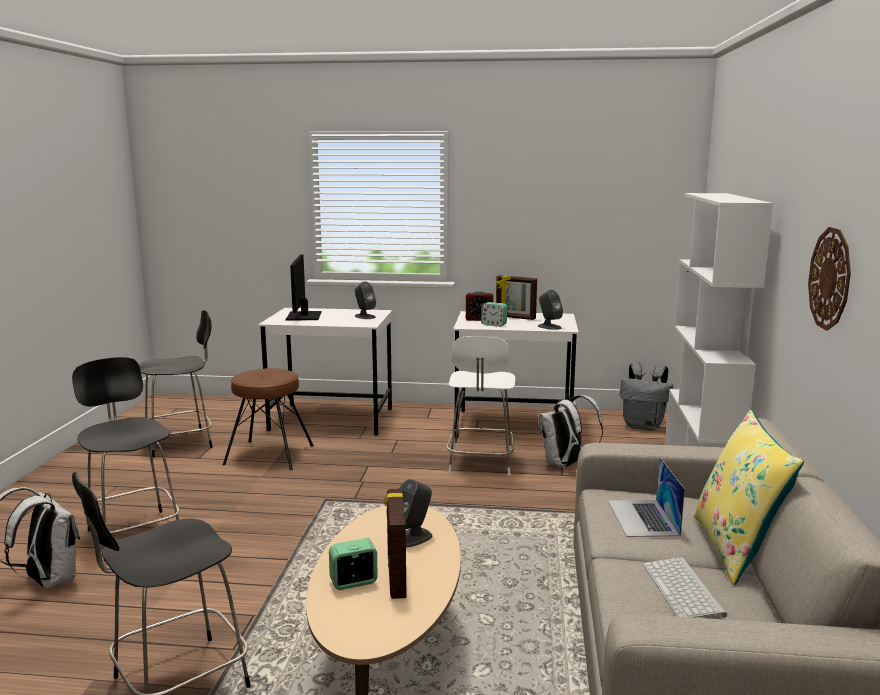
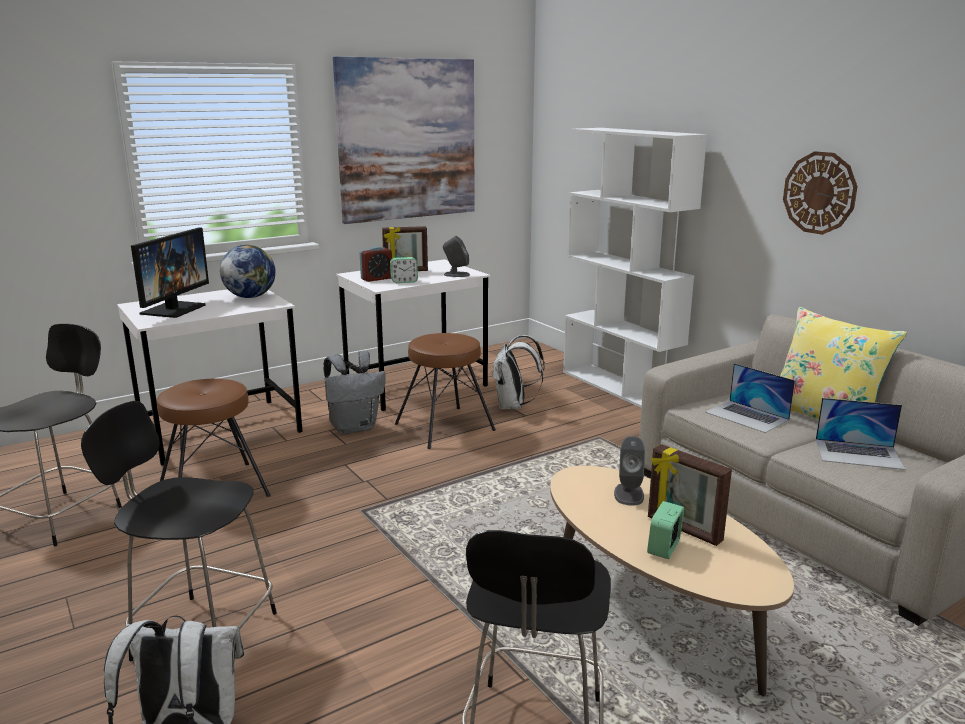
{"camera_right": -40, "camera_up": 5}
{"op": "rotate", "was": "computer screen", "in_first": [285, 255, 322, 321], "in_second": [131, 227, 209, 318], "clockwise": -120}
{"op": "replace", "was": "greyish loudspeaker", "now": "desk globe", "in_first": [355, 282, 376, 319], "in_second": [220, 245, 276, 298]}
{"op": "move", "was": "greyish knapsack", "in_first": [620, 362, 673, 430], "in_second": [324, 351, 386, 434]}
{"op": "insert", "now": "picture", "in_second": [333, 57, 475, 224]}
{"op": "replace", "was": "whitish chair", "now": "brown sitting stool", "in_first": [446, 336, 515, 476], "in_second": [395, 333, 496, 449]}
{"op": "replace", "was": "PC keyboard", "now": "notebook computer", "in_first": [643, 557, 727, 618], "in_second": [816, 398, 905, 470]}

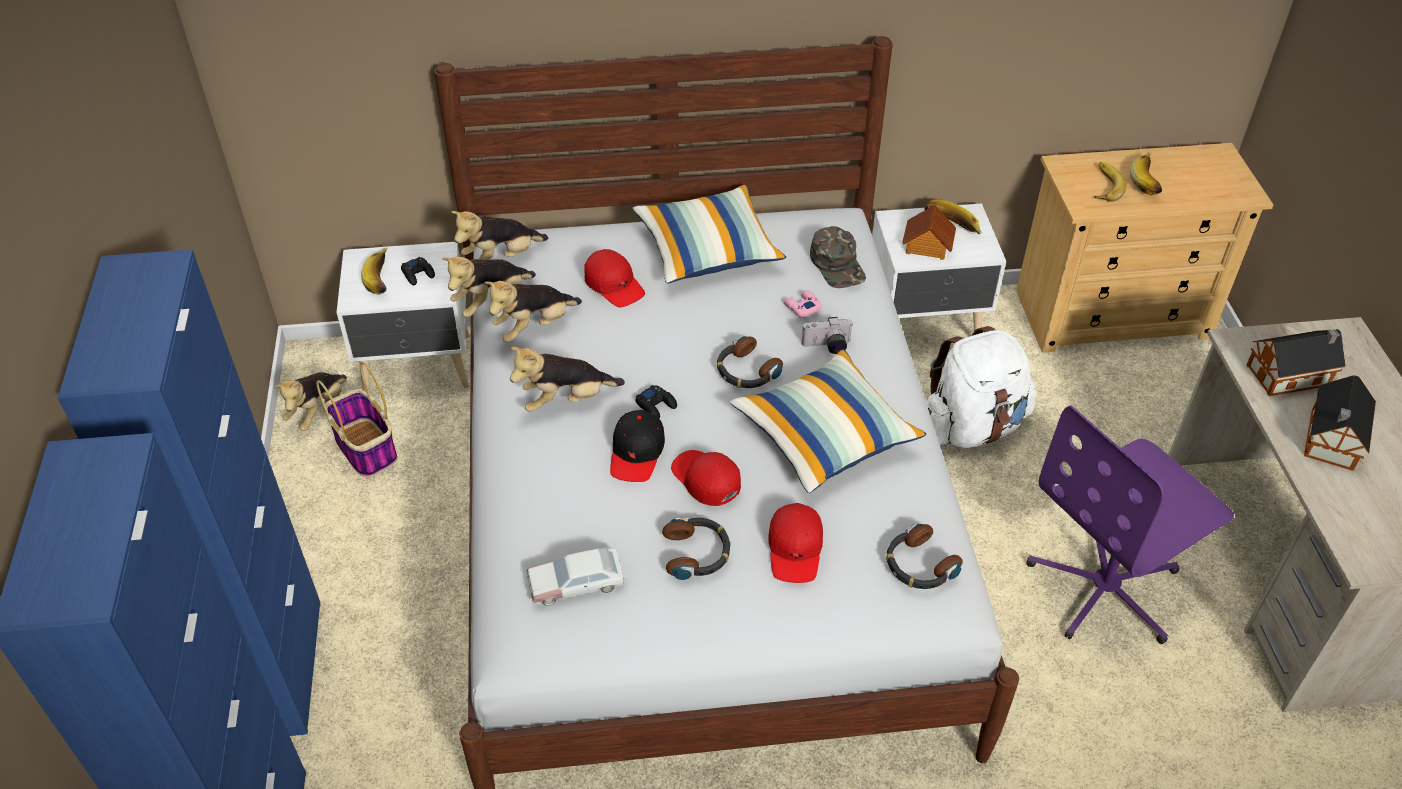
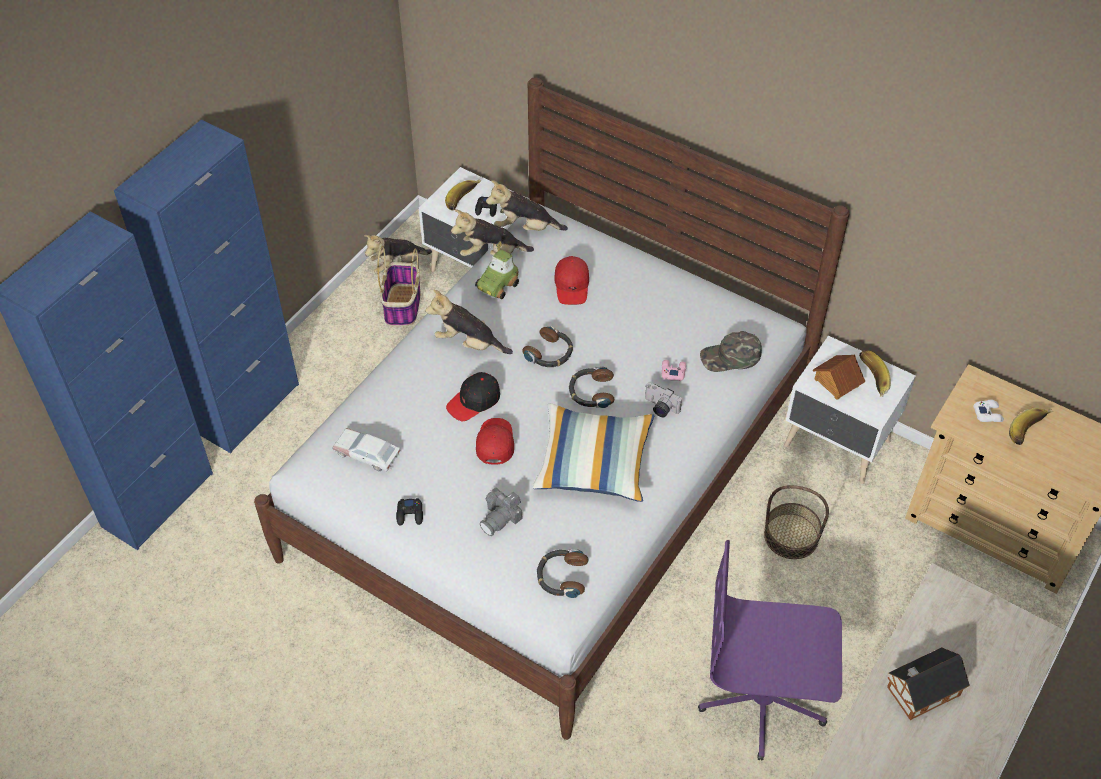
{"camera_right": 40, "camera_up": 5}
{"op": "move", "was": "black-coloured game controller", "in_first": [635, 385, 677, 419], "in_second": [396, 498, 423, 526]}
{"op": "replace", "was": "cuddly toy", "now": "toy car", "in_first": [484, 281, 582, 343], "in_second": [475, 241, 519, 299]}
{"op": "replace", "was": "red baseball cap", "now": "still camera", "in_first": [768, 503, 823, 583], "in_second": [480, 488, 523, 536]}
{"op": "move", "was": "headset", "in_first": [662, 517, 731, 580], "in_second": [522, 326, 573, 367]}
{"op": "rotate", "was": "green baseball cap", "in_first": [810, 226, 866, 288], "in_second": [700, 331, 762, 372], "clockwise": 60}
{"op": "replace", "was": "whitish knapsack", "now": "household basket", "in_first": [926, 326, 1037, 448], "in_second": [764, 485, 829, 559]}
{"op": "replace", "was": "whole banana", "now": "whitish game controller", "in_first": [1094, 162, 1127, 202], "in_second": [973, 400, 1004, 422]}
{"op": "delete", "was": "throw pillow", "in_first": [632, 185, 786, 283]}
{"op": "delete", "was": "toy house", "in_first": [1246, 329, 1346, 396]}

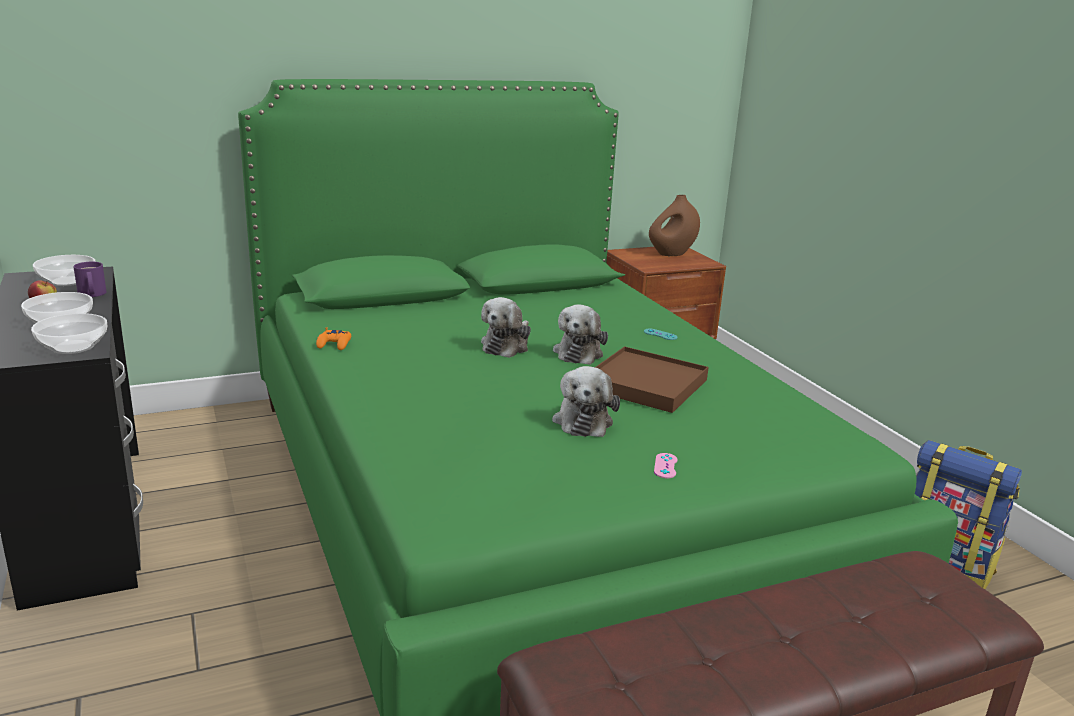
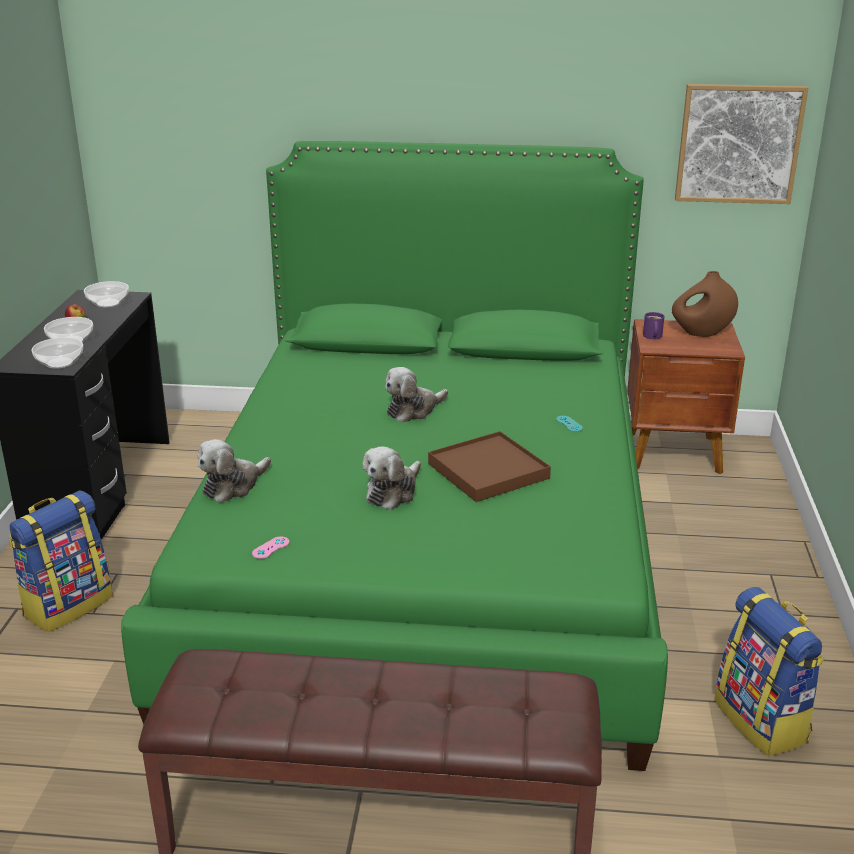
{"camera_right": 30, "camera_up": 5}
{"op": "insert", "now": "knapsack", "in_second": [9, 491, 113, 632]}
{"op": "move", "was": "cuddly toy", "in_first": [553, 304, 608, 365], "in_second": [198, 439, 271, 503]}
{"op": "move", "was": "pink game controller", "in_first": [654, 453, 678, 478], "in_second": [252, 536, 289, 559]}
{"op": "move", "was": "purplish tea mug", "in_first": [74, 262, 107, 297], "in_second": [643, 312, 664, 339]}
{"op": "insert", "now": "picture", "in_second": [675, 84, 808, 204]}
{"op": "delete", "was": "orange-coloured game controller", "in_first": [316, 327, 351, 350]}

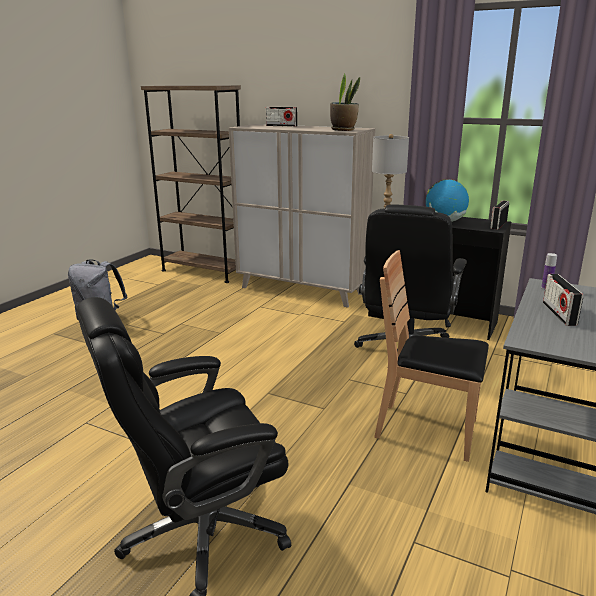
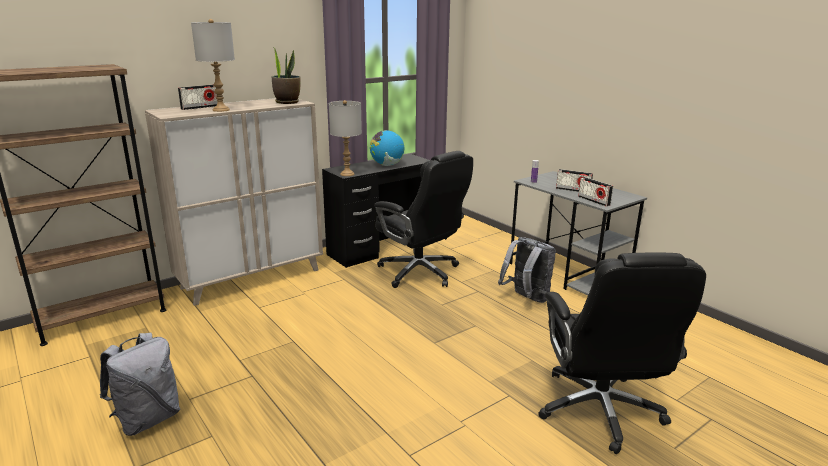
{"camera_right": -65, "camera_up": 0}
{"op": "insert", "now": "greyish table lamp", "in_second": [191, 19, 235, 112]}
{"op": "replace", "was": "brown chair", "now": "greyish knapsack", "in_first": [374, 250, 489, 462], "in_second": [498, 237, 556, 303]}
{"op": "move", "was": "radio set", "in_first": [490, 200, 509, 230], "in_second": [578, 177, 613, 206]}

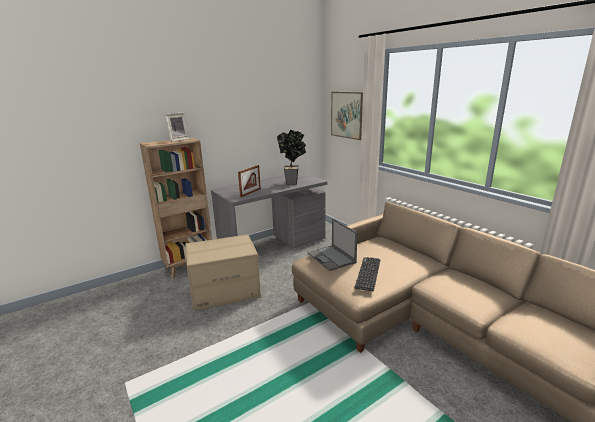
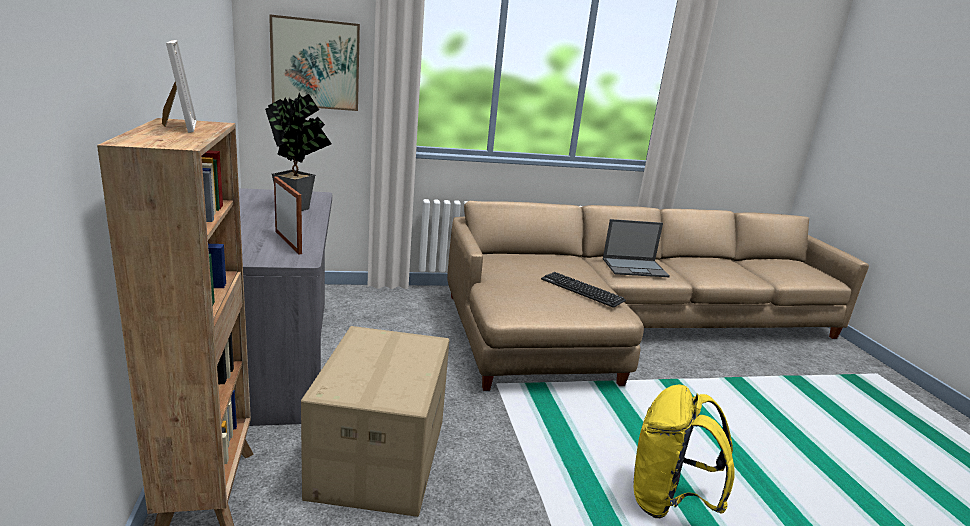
{"camera_right": -70, "camera_up": 0}
{"op": "move", "was": "notebook computer", "in_first": [307, 218, 358, 271], "in_second": [603, 219, 670, 277]}
{"op": "insert", "now": "yellowish knapsack", "in_second": [634, 384, 735, 518]}

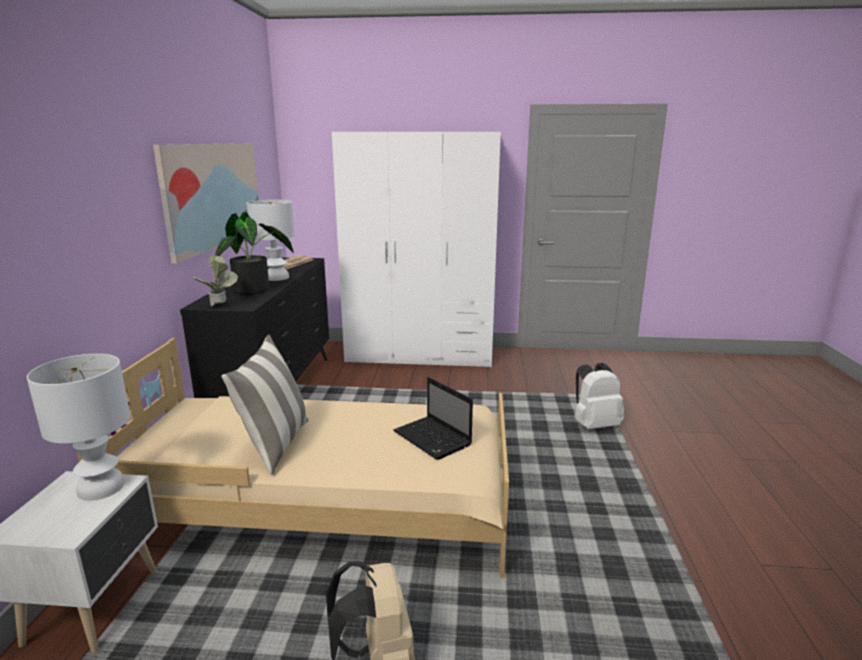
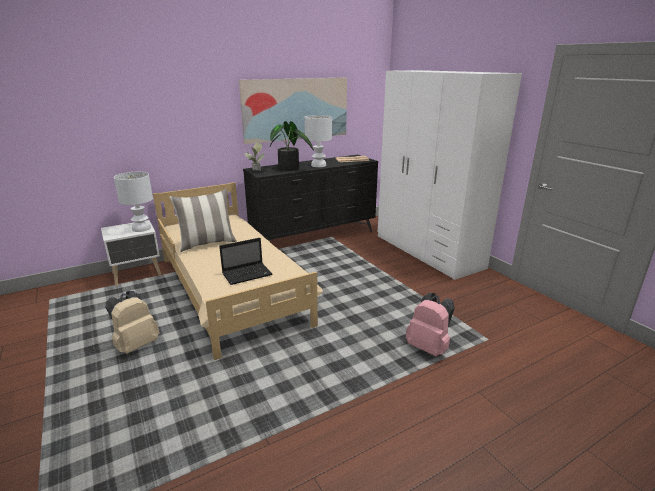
{"camera_right": 55, "camera_up": 5}
{"op": "rotate", "was": "notebook computer", "in_first": [393, 377, 473, 460], "in_second": [219, 238, 272, 285], "clockwise": -135}
{"op": "recolor", "was": "whitish knapsack", "now": "pink knapsack", "in_first": [575, 363, 624, 429], "in_second": [406, 293, 455, 356]}

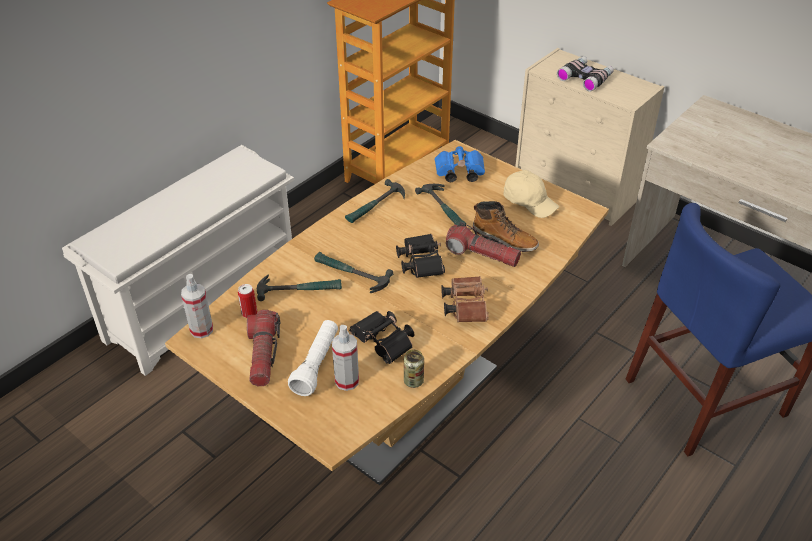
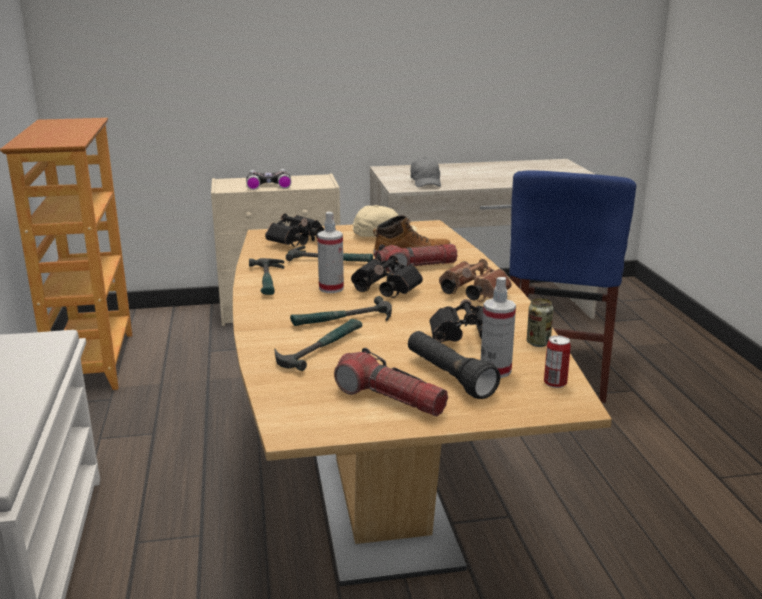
{"camera_right": -50, "camera_up": -20}
{"op": "recolor", "was": "bluish pair of binoculars", "now": "black-coloured pair of binoculars", "in_first": [435, 146, 485, 182], "in_second": [265, 213, 324, 247]}
{"op": "move", "was": "hand sprayer", "in_first": [181, 274, 213, 338], "in_second": [317, 212, 344, 293]}
{"op": "recolor", "was": "whitish torch", "now": "black-coloured torch", "in_first": [288, 320, 338, 396], "in_second": [408, 331, 500, 399]}
{"op": "insert", "now": "greyish baseball cap", "in_second": [410, 157, 441, 187]}
{"op": "move", "was": "metal can", "in_first": [238, 284, 257, 318], "in_second": [544, 335, 571, 388]}

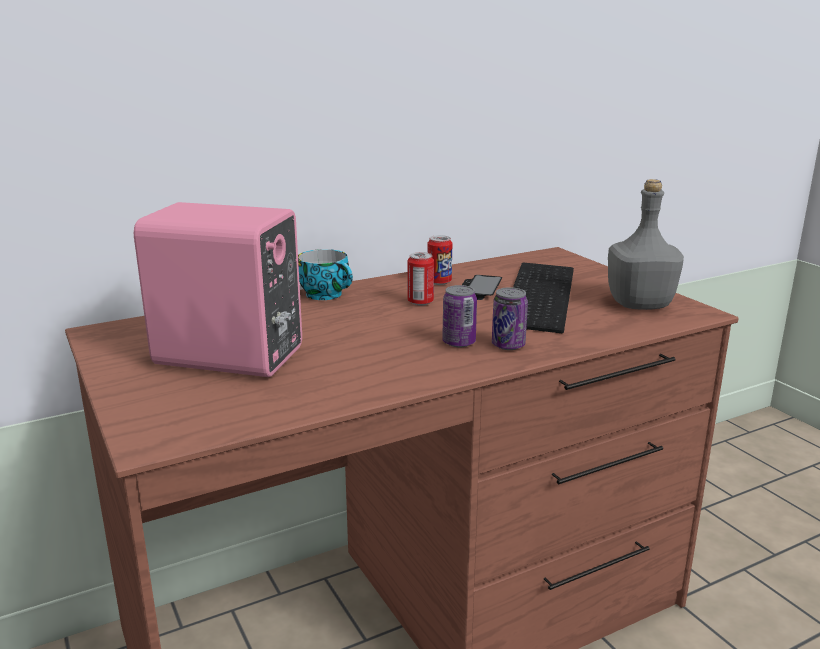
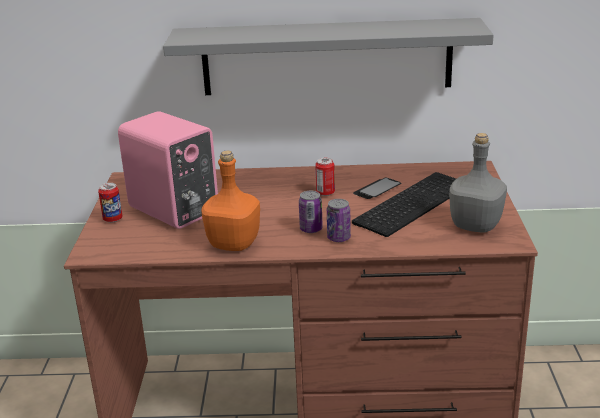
{"camera_right": 30, "camera_up": 5}
{"op": "move", "was": "metal can", "in_first": [427, 235, 452, 285], "in_second": [98, 183, 123, 223]}
{"op": "insert", "now": "greyish bracket shelf", "in_second": [163, 18, 493, 95]}
{"op": "insert", "now": "orange-coloured drink bottle", "in_second": [202, 151, 260, 251]}
{"op": "delete", "was": "drinking cup", "in_first": [298, 249, 353, 300]}

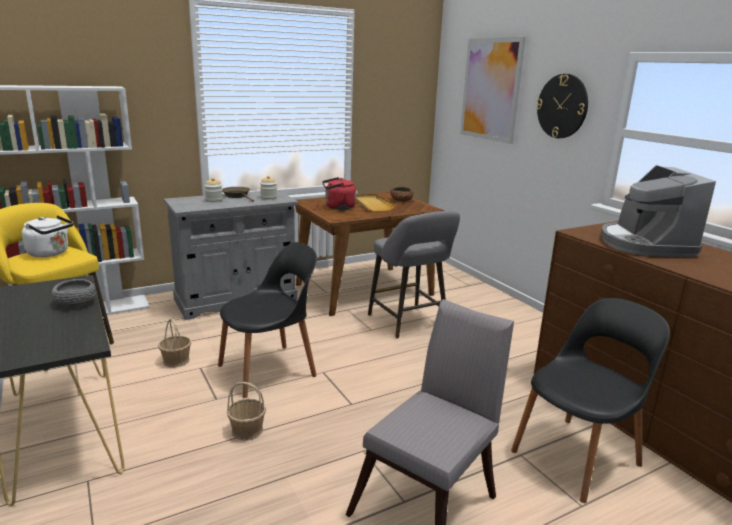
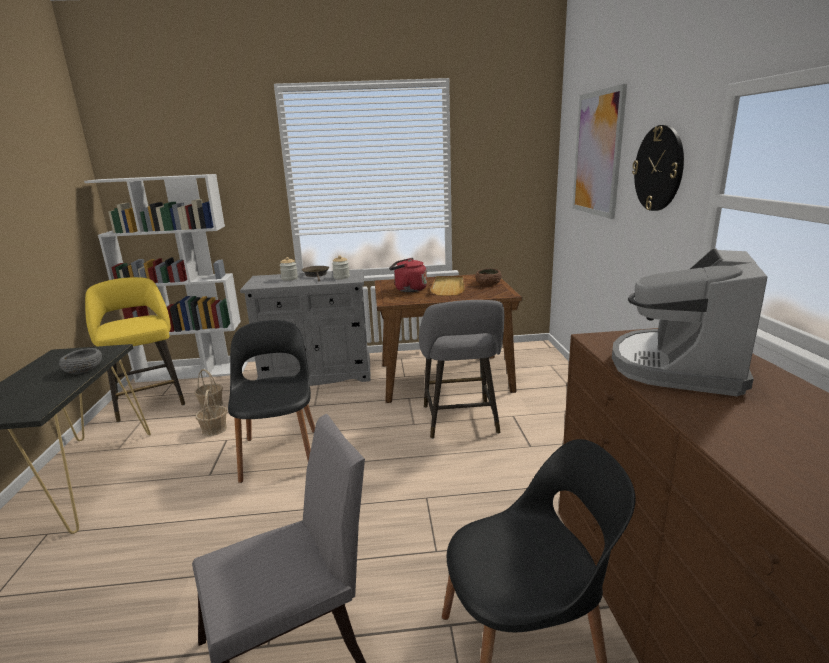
{"camera_right": 25, "camera_up": 0}
{"op": "move", "was": "household basket", "in_first": [227, 382, 266, 441], "in_second": [194, 369, 223, 409]}
{"op": "rotate", "was": "black-coloured chair", "in_first": [218, 242, 317, 398], "in_second": [228, 320, 315, 483], "clockwise": -90}
{"op": "delete", "was": "whitish kettle", "in_first": [22, 215, 74, 257]}

